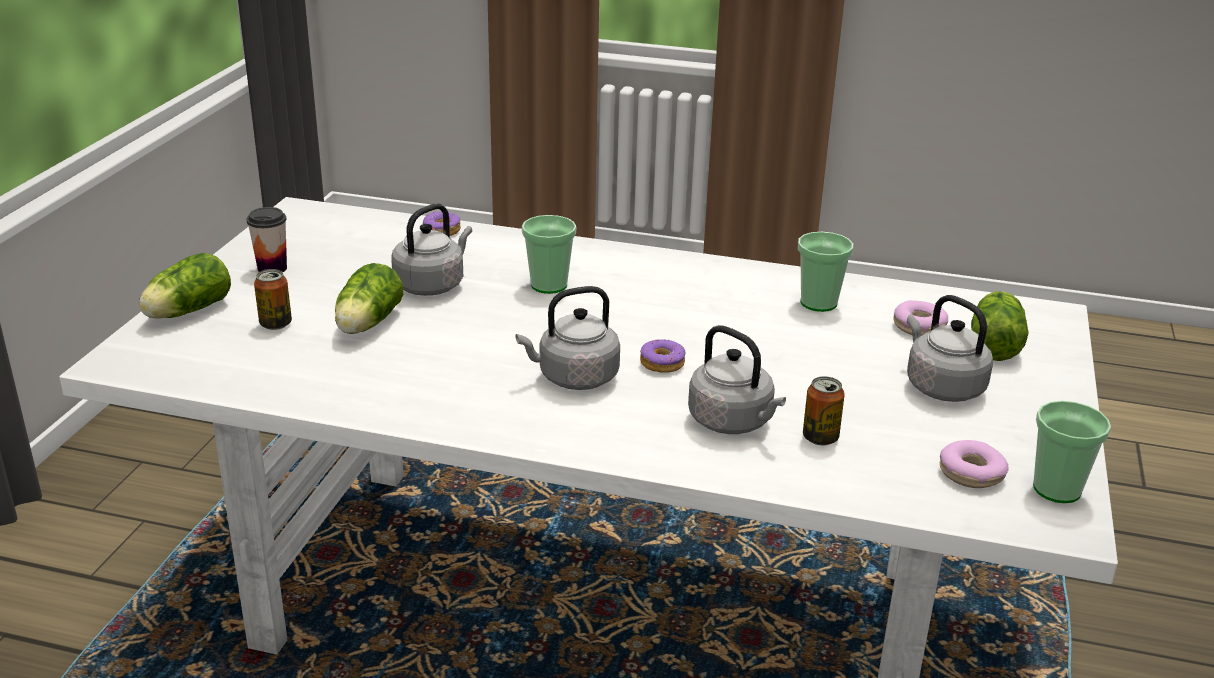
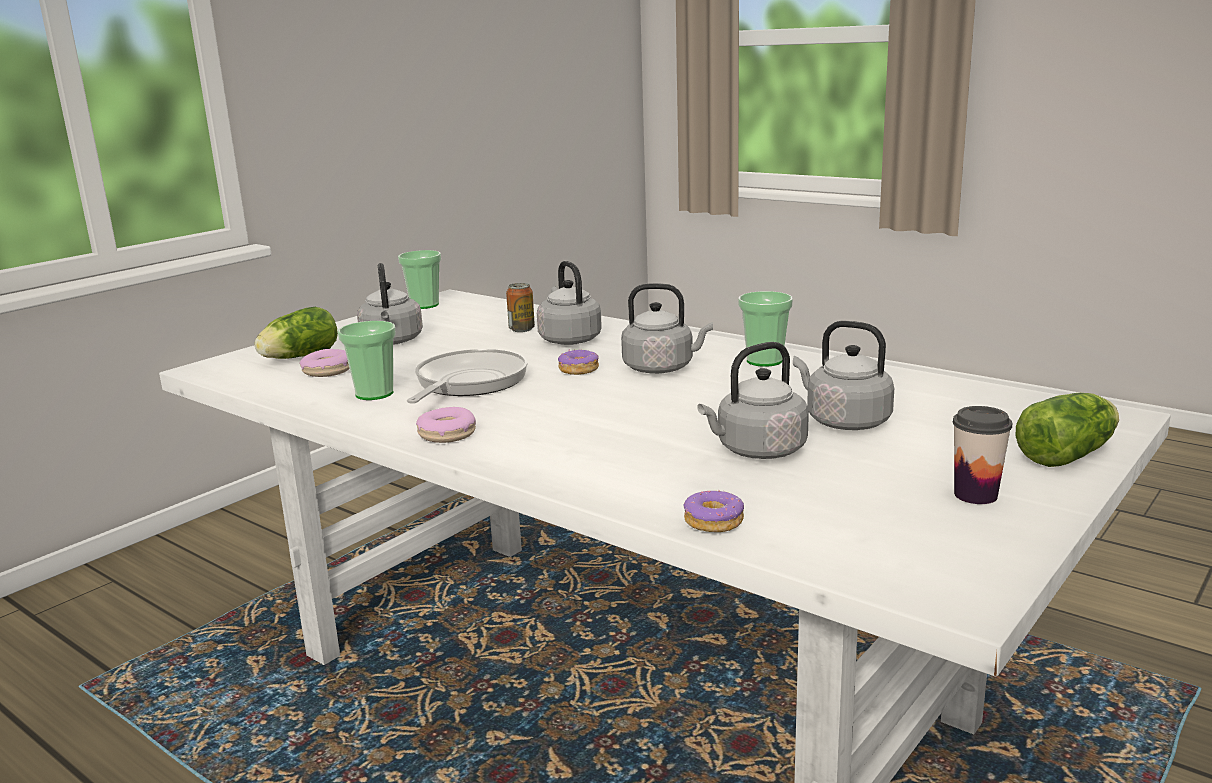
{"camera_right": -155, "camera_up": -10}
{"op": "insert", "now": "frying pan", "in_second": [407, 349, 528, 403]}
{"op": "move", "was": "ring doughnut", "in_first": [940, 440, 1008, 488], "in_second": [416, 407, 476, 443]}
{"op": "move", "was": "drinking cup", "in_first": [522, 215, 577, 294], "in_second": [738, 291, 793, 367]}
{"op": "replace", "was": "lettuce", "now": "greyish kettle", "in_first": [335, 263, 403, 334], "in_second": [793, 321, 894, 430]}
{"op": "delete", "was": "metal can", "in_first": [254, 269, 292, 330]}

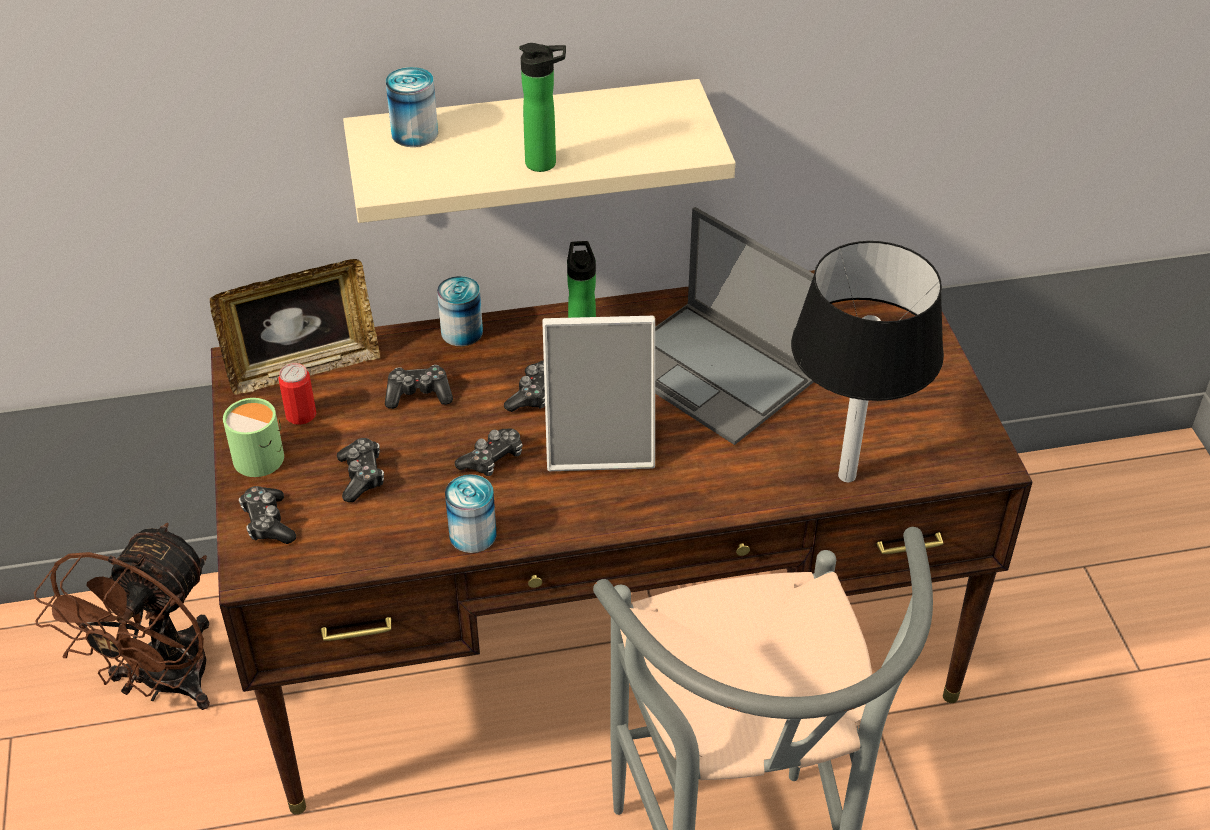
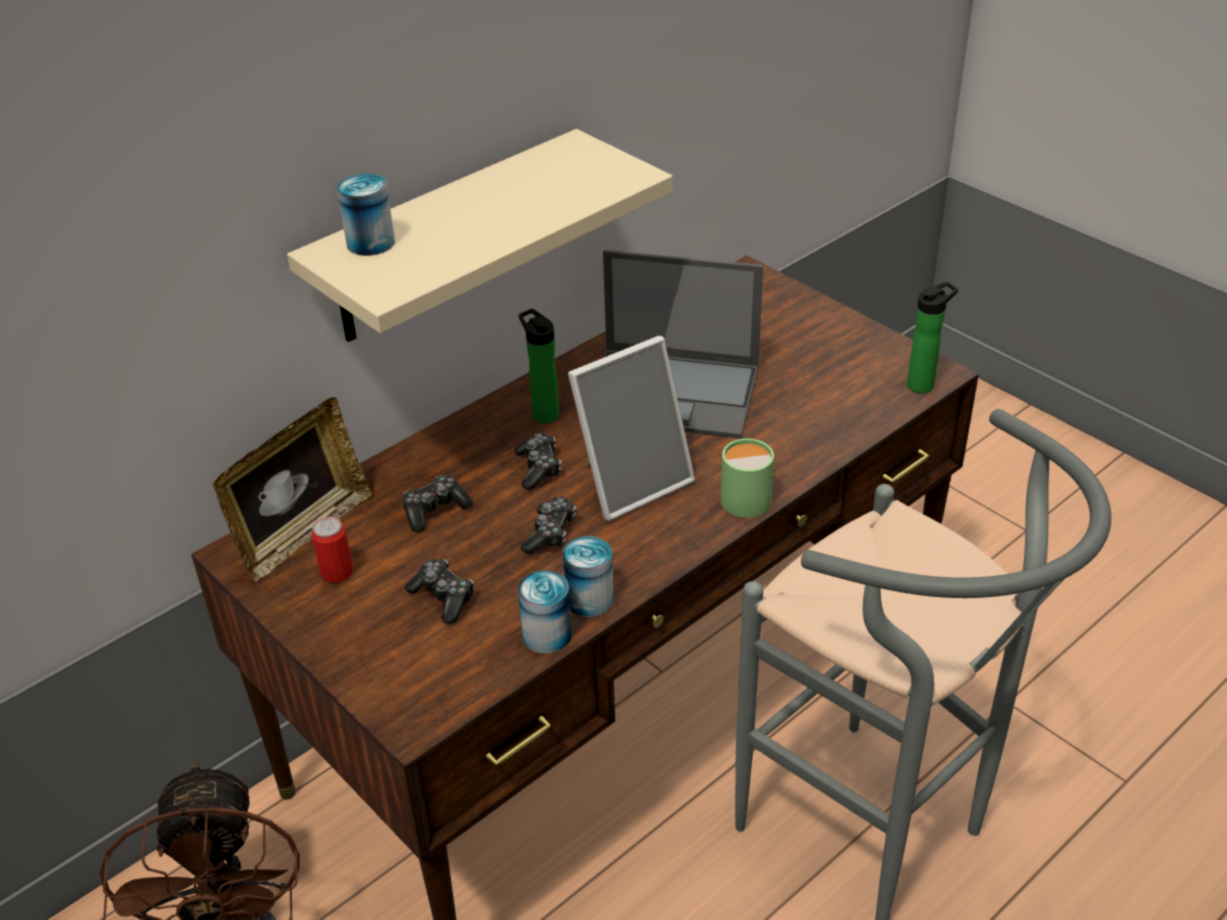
{"camera_right": -30, "camera_up": -5}
{"op": "move", "was": "metal can", "in_first": [437, 276, 483, 346], "in_second": [518, 570, 572, 654]}
{"op": "move", "was": "green tea mug", "in_first": [223, 398, 284, 477], "in_second": [721, 438, 775, 518]}
{"op": "move", "was": "drink bottle", "in_first": [519, 43, 566, 172], "in_second": [907, 282, 958, 393]}
{"op": "delete", "was": "game controller", "in_first": [239, 486, 296, 544]}
{"op": "delete", "was": "black-coloured table lamp", "in_first": [791, 241, 944, 482]}

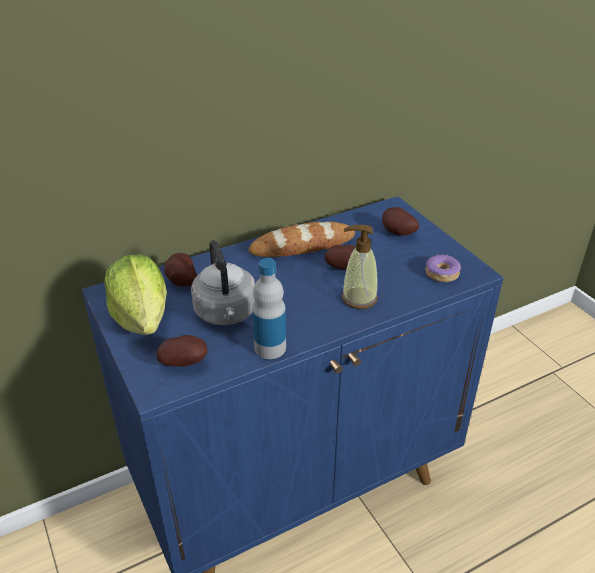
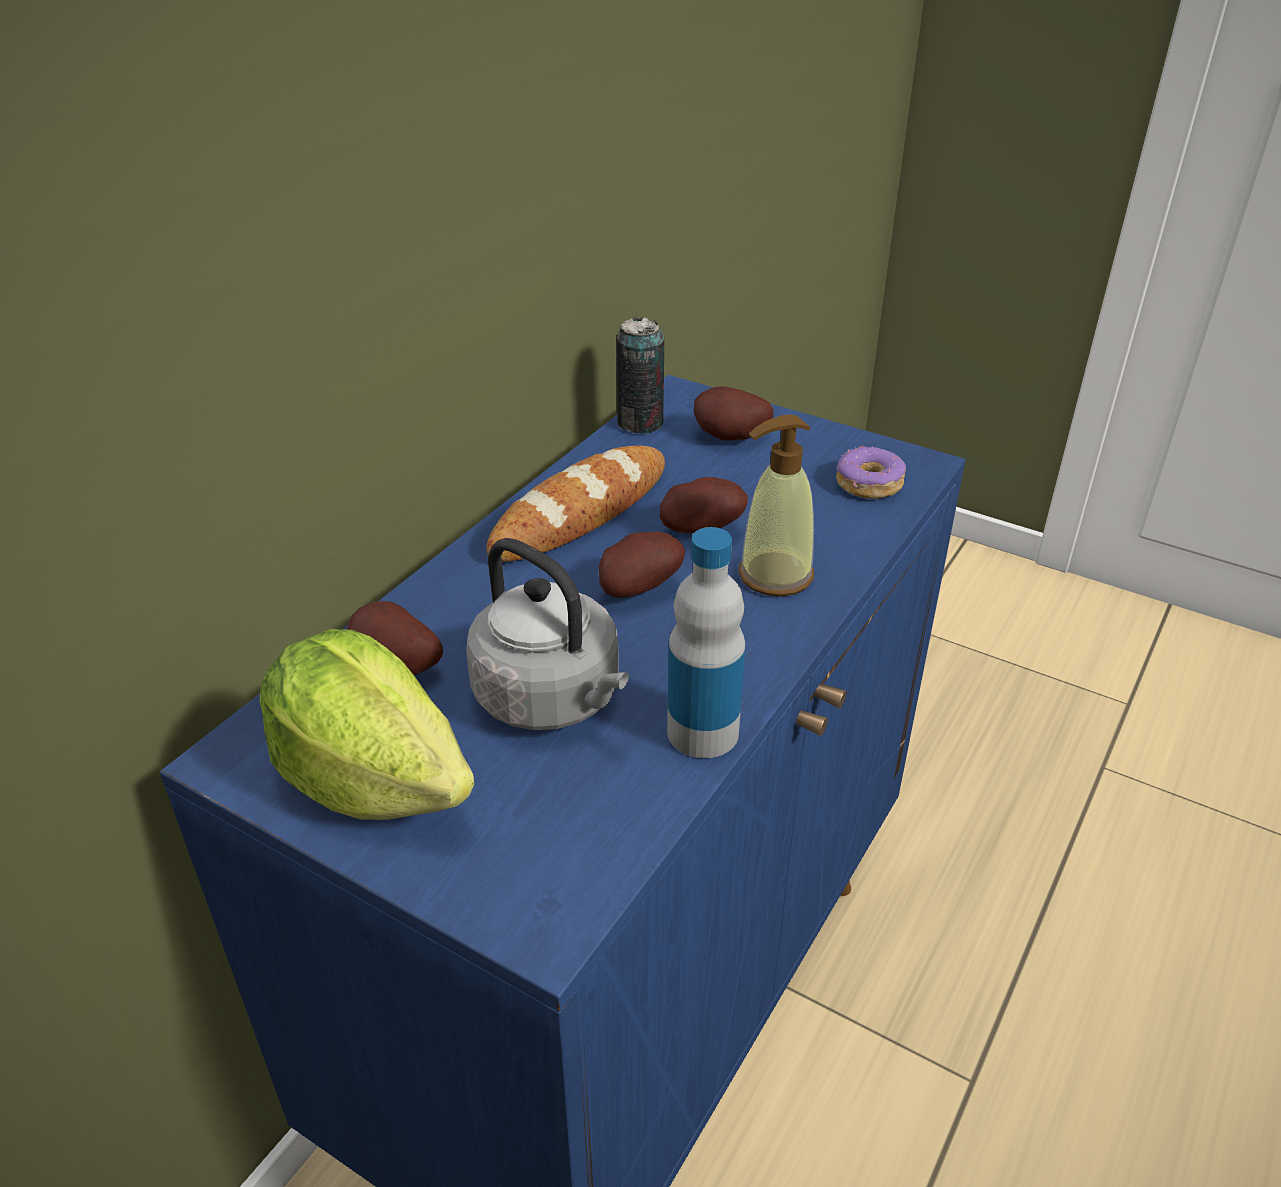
{"camera_right": -30, "camera_up": 0}
{"op": "move", "was": "potato", "in_first": [156, 335, 208, 367], "in_second": [599, 532, 685, 598]}
{"op": "insert", "now": "metal can", "in_second": [616, 317, 664, 433]}

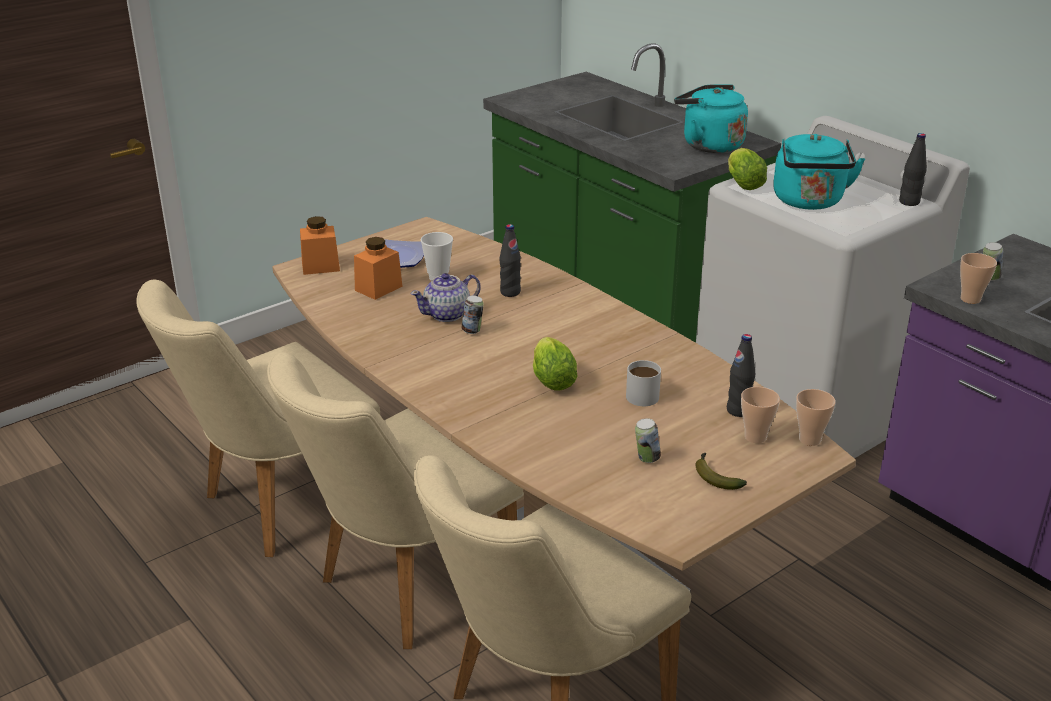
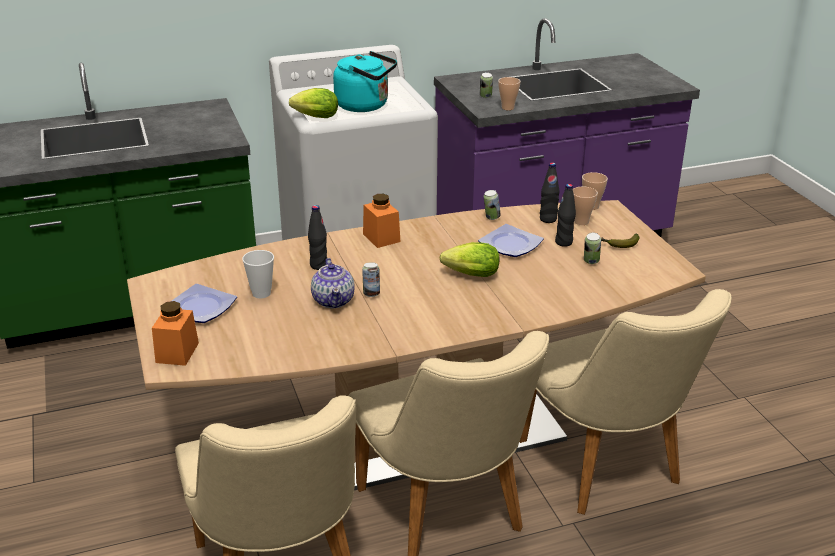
{"camera_right": -70, "camera_up": 0}
{"op": "move", "was": "orange-coloured preserve jar", "in_first": [354, 237, 403, 300], "in_second": [363, 194, 400, 248]}
{"op": "replace", "was": "whitish tea mug", "now": "flat dish", "in_first": [626, 360, 661, 406], "in_second": [478, 224, 544, 257]}
{"op": "insert", "now": "metal can", "in_second": [484, 190, 501, 220]}
{"op": "move", "was": "black-coloured drink bottle", "in_first": [899, 133, 927, 206], "in_second": [555, 184, 576, 247]}
{"op": "delete", "was": "blue-green kettle", "in_first": [674, 84, 748, 153]}

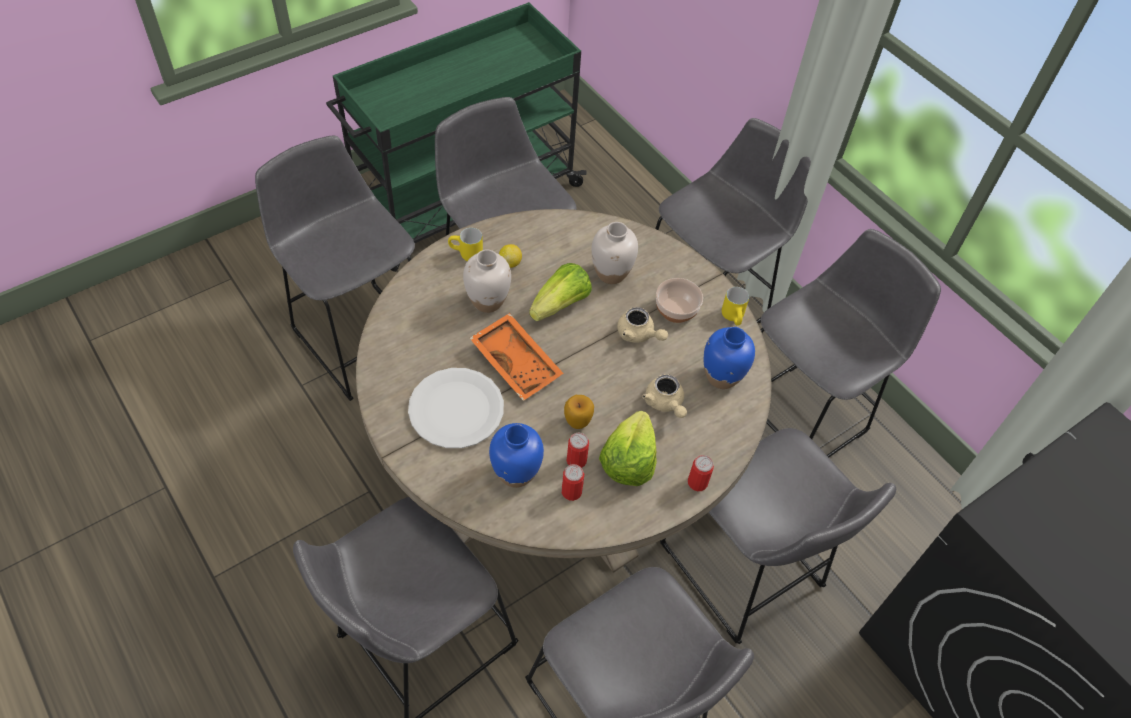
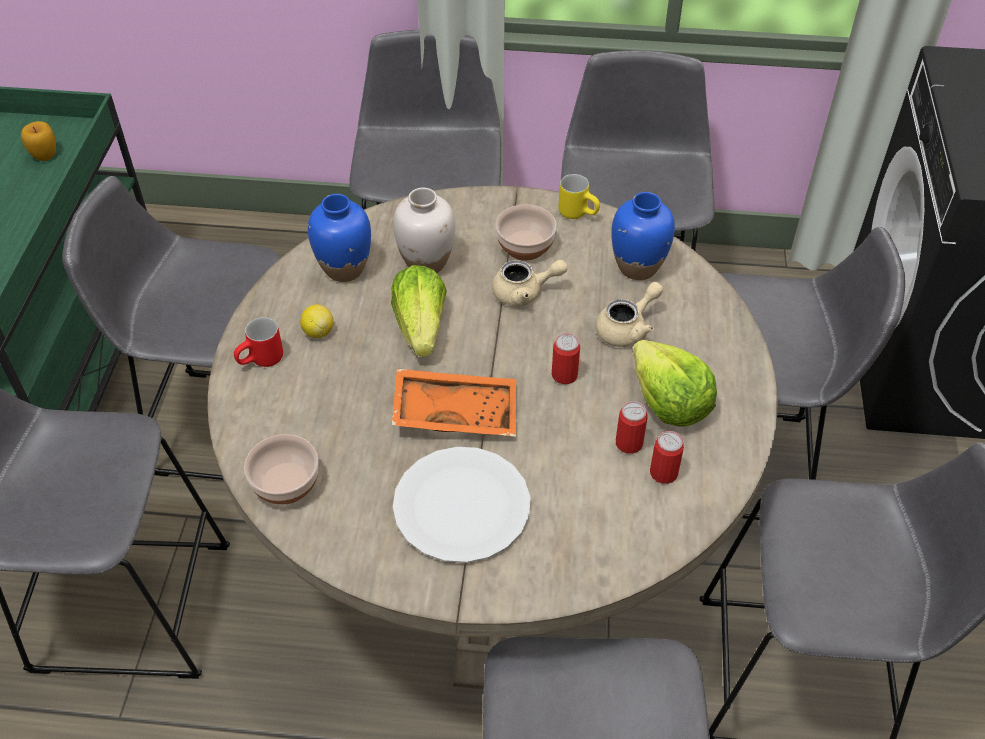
{"camera_right": -45, "camera_up": -5}
{"op": "move", "was": "apple", "in_first": [564, 395, 594, 429], "in_second": [21, 121, 56, 161]}
{"op": "recolor", "was": "yellowish tea mug", "now": "red tea mug", "in_first": [448, 228, 483, 261], "in_second": [234, 317, 283, 367]}
{"op": "insert", "now": "deep dish", "in_second": [244, 434, 318, 504]}
{"op": "move", "was": "bluish decorative vase", "in_first": [489, 423, 544, 488], "in_second": [308, 194, 371, 282]}
{"op": "move", "was": "metal can", "in_first": [687, 455, 714, 491], "in_second": [552, 333, 580, 384]}
{"op": "rotate", "was": "beige tea pot", "in_first": [642, 374, 687, 418], "in_second": [595, 282, 663, 347], "clockwise": -60}
{"op": "delete", "was": "whitish decorative vase", "in_first": [463, 249, 511, 313]}

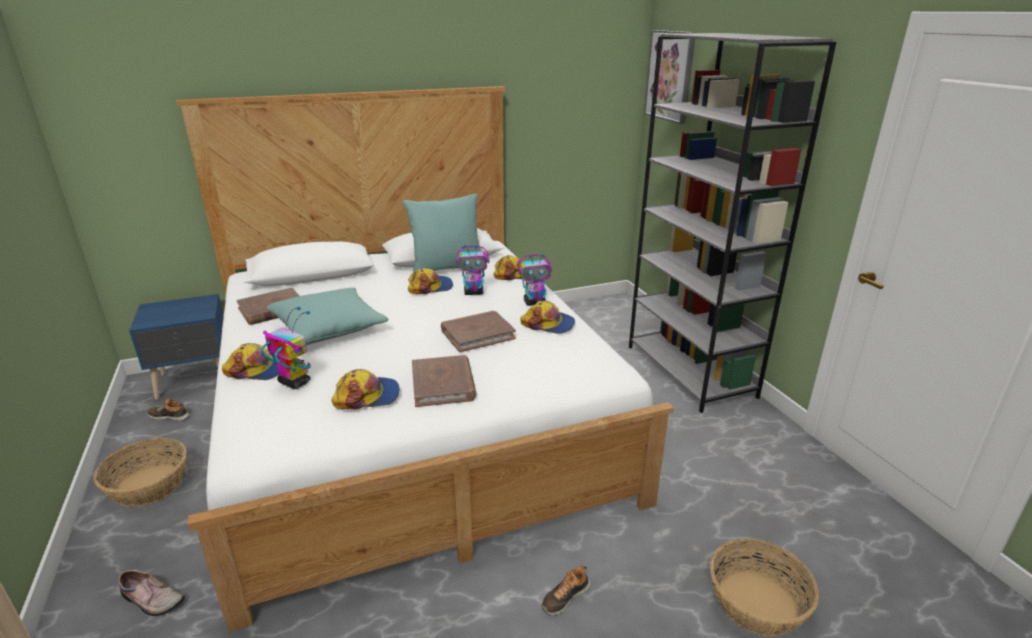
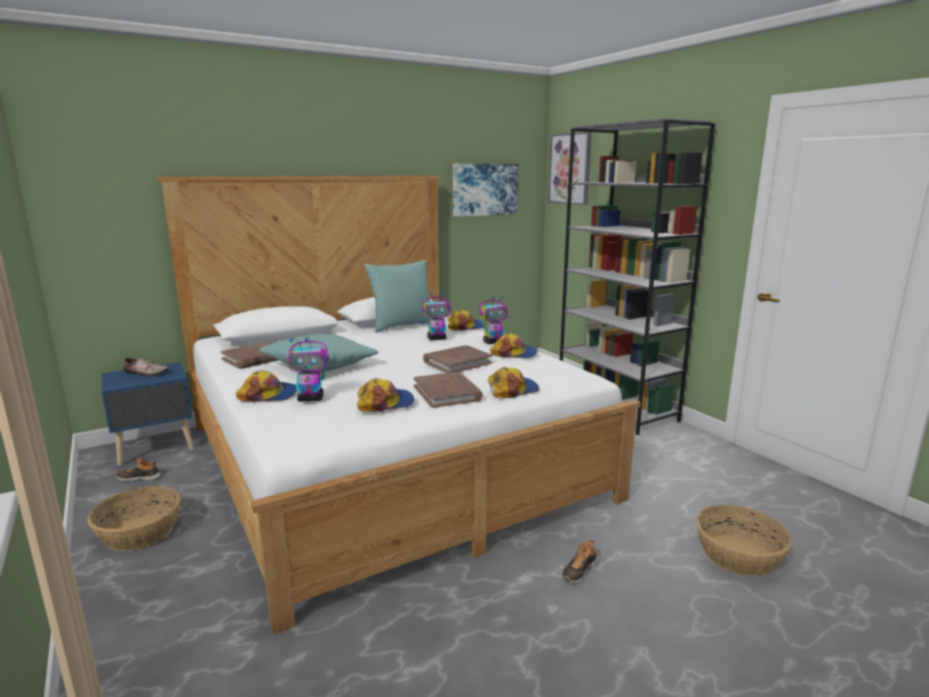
{"camera_right": -10, "camera_up": -10}
{"op": "move", "was": "shoe", "in_first": [119, 570, 185, 616], "in_second": [124, 357, 170, 377]}
{"op": "rotate", "was": "toy robot", "in_first": [261, 306, 311, 389], "in_second": [287, 338, 329, 402], "clockwise": 150}
{"op": "insert", "now": "picture", "in_second": [453, 164, 518, 217]}
{"op": "move", "was": "baseball cap", "in_first": [408, 268, 453, 294], "in_second": [487, 367, 539, 398]}

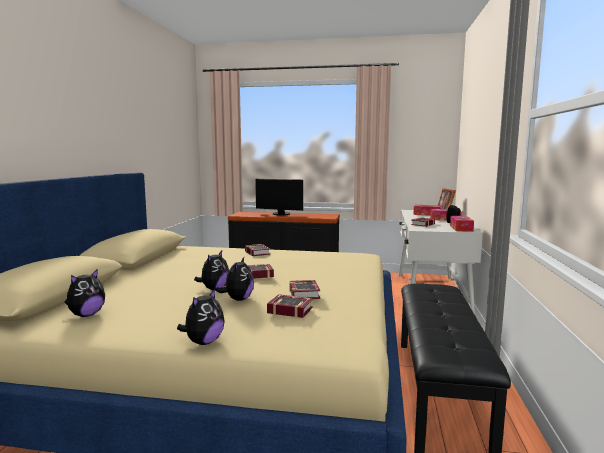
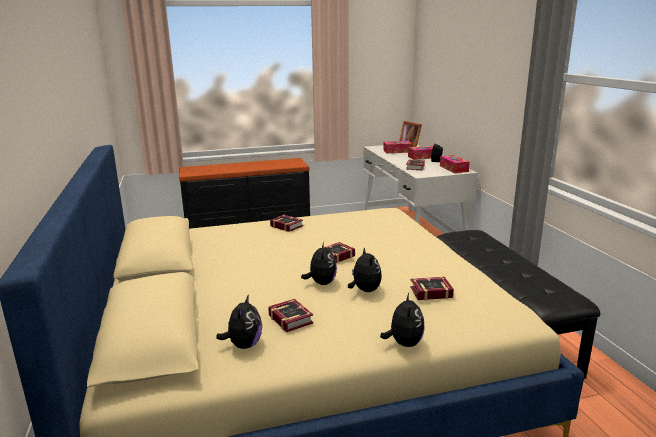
{"camera_right": -25, "camera_up": 10}
{"op": "move", "was": "book", "in_first": [289, 280, 320, 299], "in_second": [268, 299, 313, 332]}
{"op": "delete", "was": "computer screen", "in_first": [255, 179, 303, 215]}

